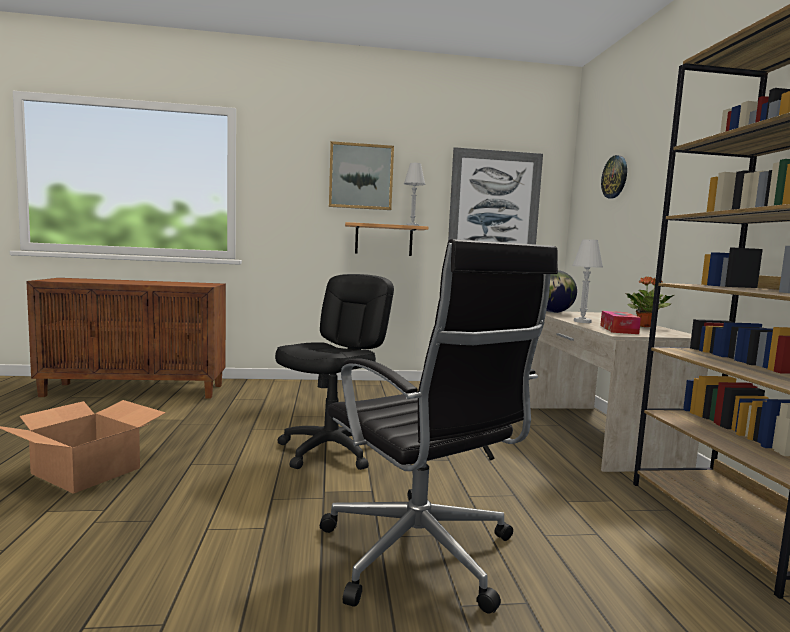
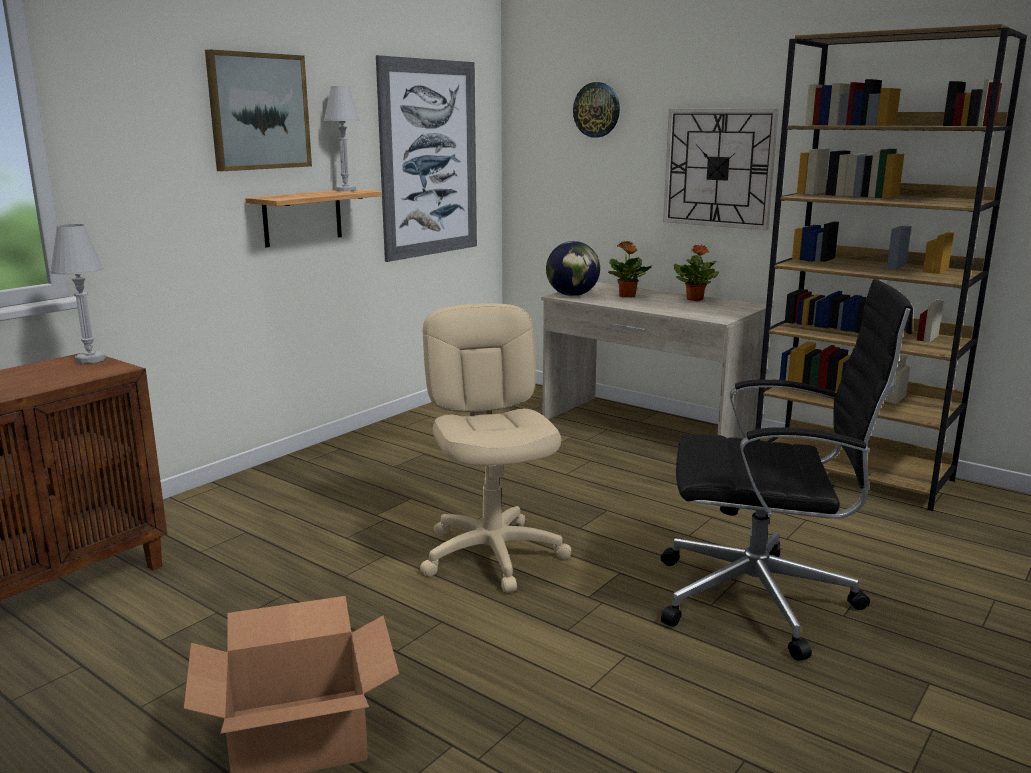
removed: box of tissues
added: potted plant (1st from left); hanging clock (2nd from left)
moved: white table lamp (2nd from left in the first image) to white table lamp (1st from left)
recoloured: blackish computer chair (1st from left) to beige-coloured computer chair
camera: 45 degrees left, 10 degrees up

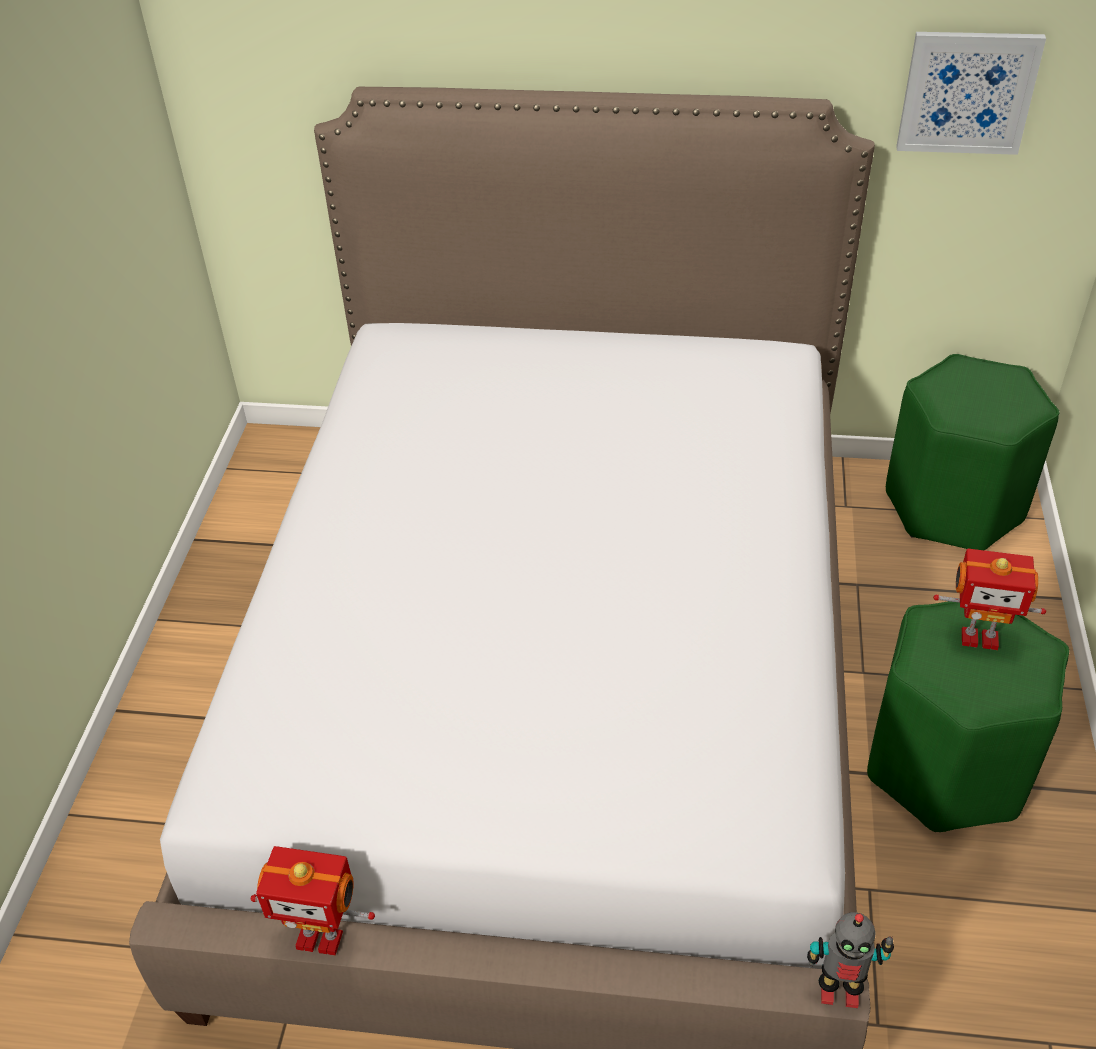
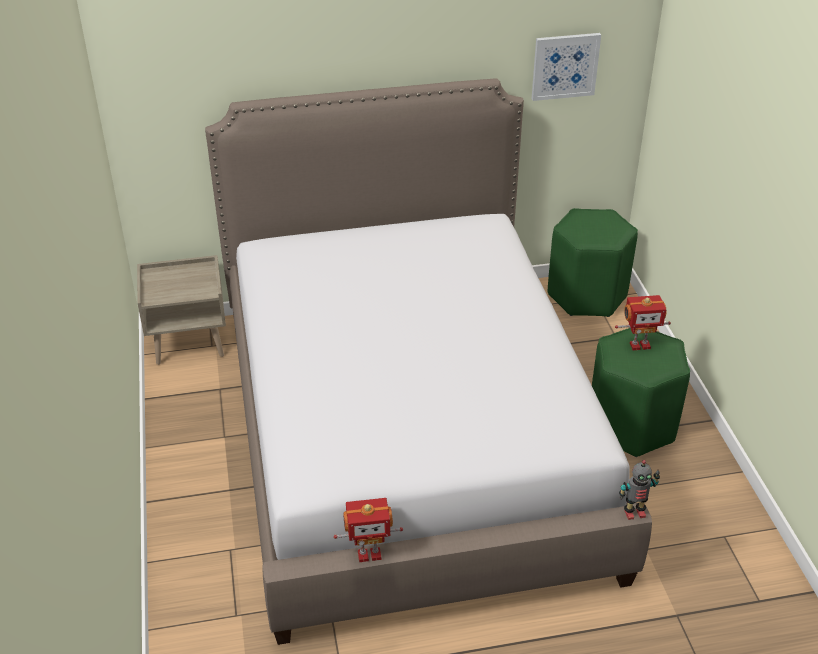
added: beige-coloured night table
camera: 20 degrees left, 5 degrees down

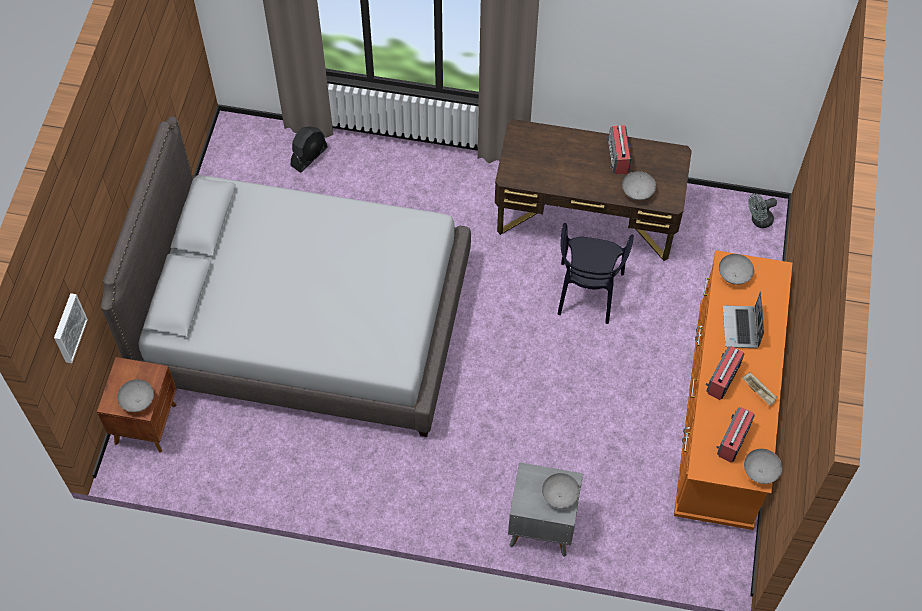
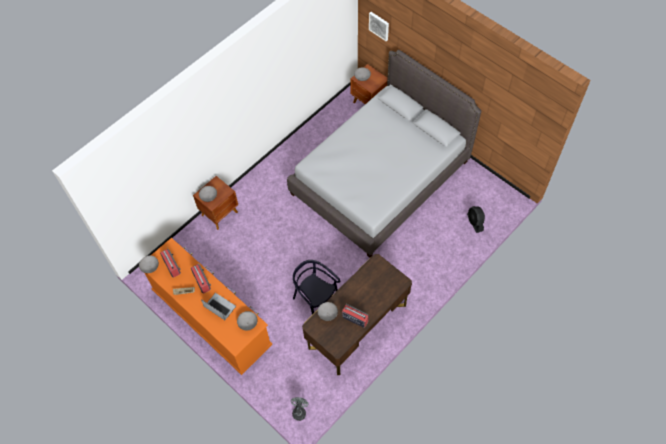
recoloured: grey night table to brownish night table (1st from left)
camera: 125 degrees right, 0 degrees up

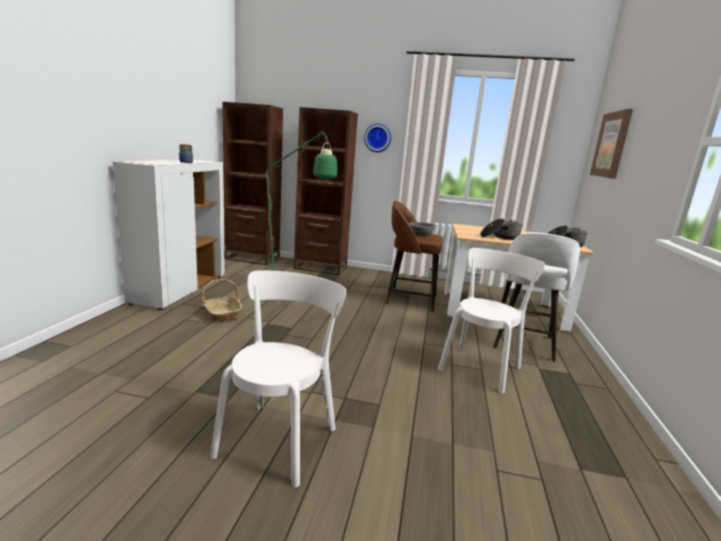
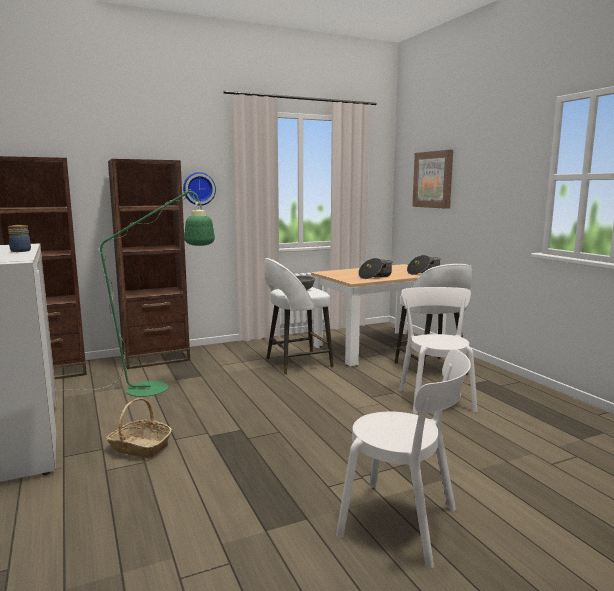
recoloured: brownish stool seat to white stool seat (1st from left)
turned: white plain chair (1st from left) 135 degrees clockwise
camera: 35 degrees left, 5 degrees down

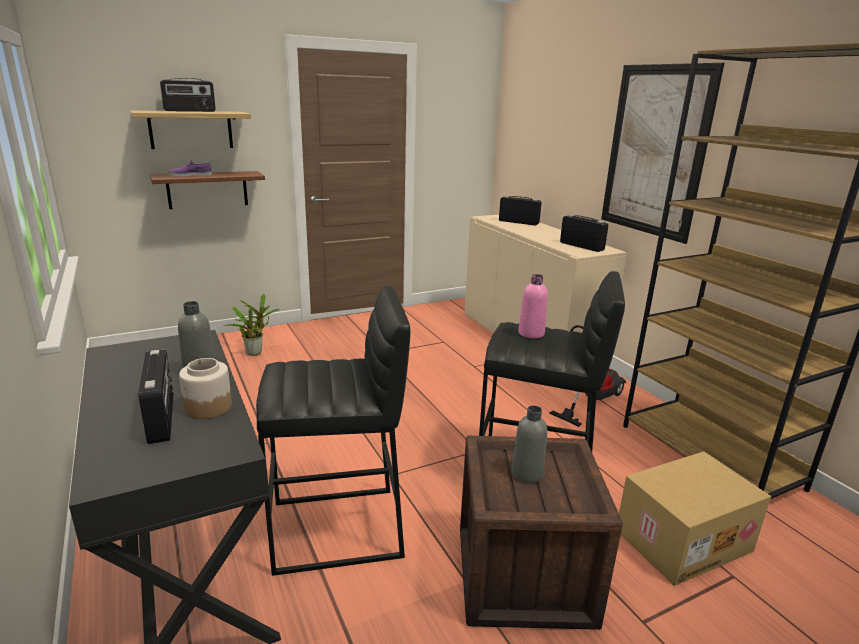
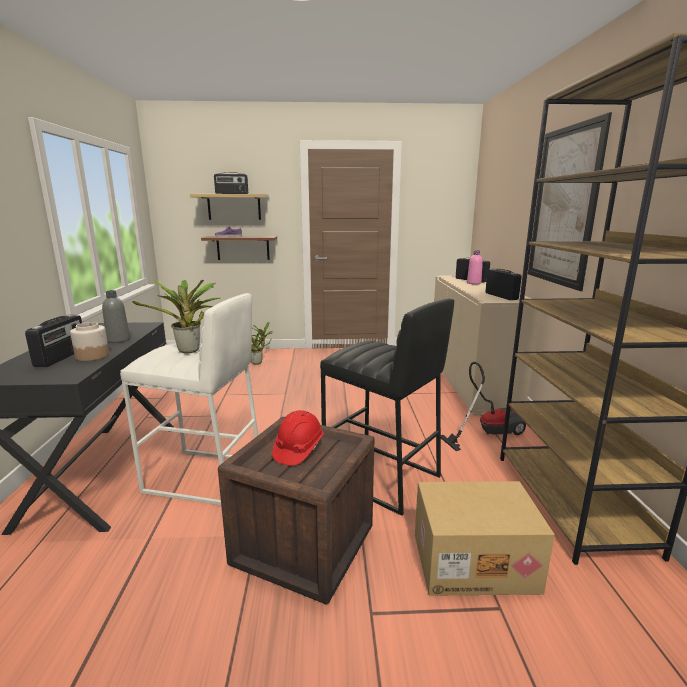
added: potted plant (1st from left)
moved: pink drink bottle
replaced: grey drink bottle (2nd from left) to reddish work helmet
recoloured: blackish stool seat (1st from left) to white stool seat
camera: 25 degrees right, 5 degrees down

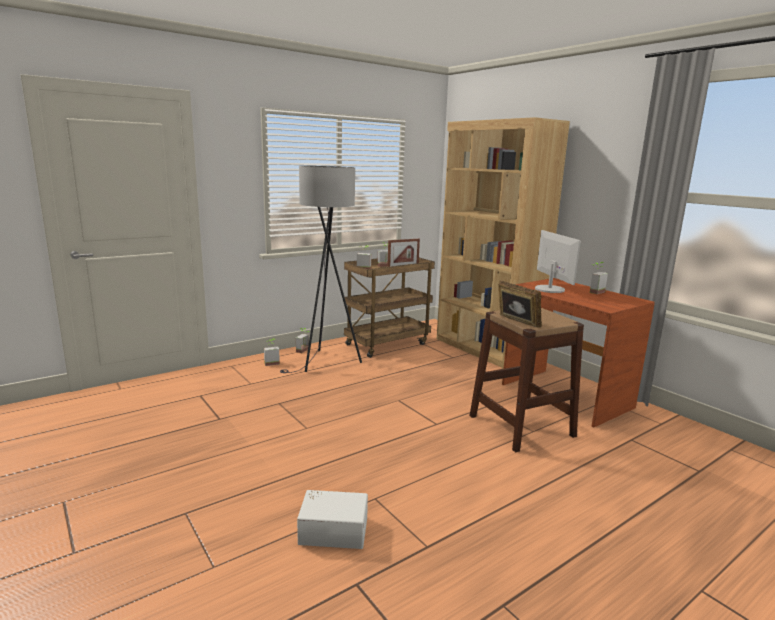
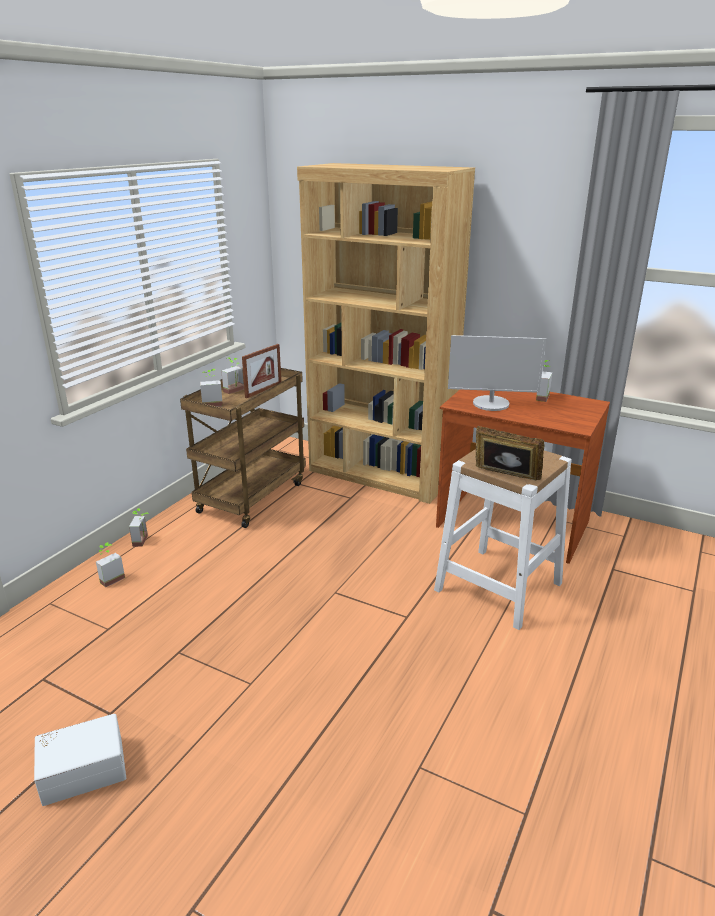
removed: grey standard lamp
moved: white storage bin
recoloured: brownish stool seat to white stool seat
turned: computer screen 135 degrees clockwise
camera: 25 degrees left, 10 degrees up

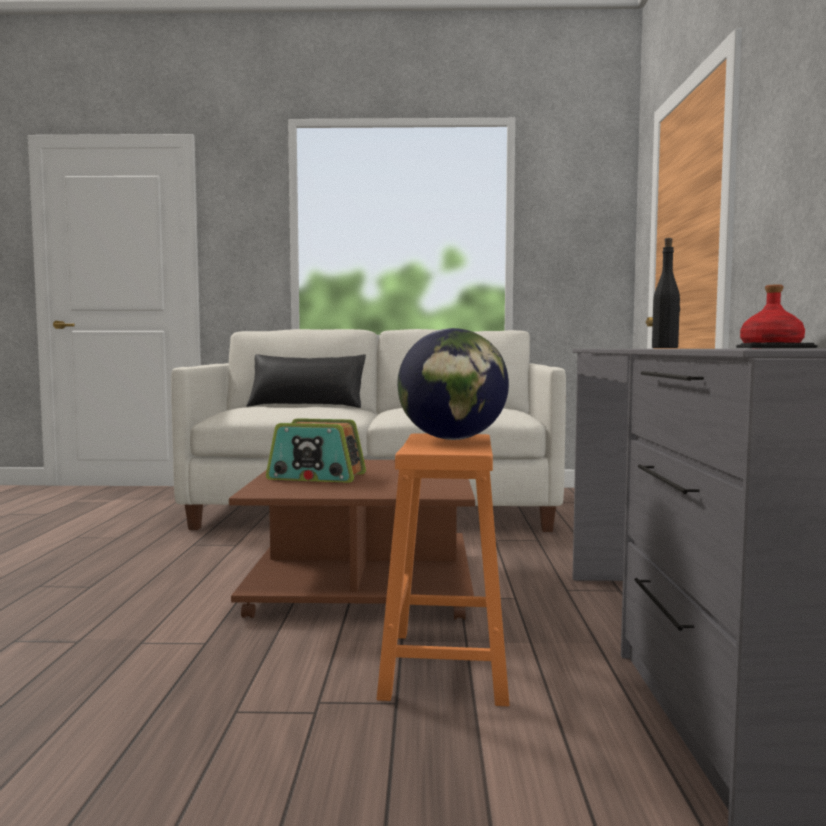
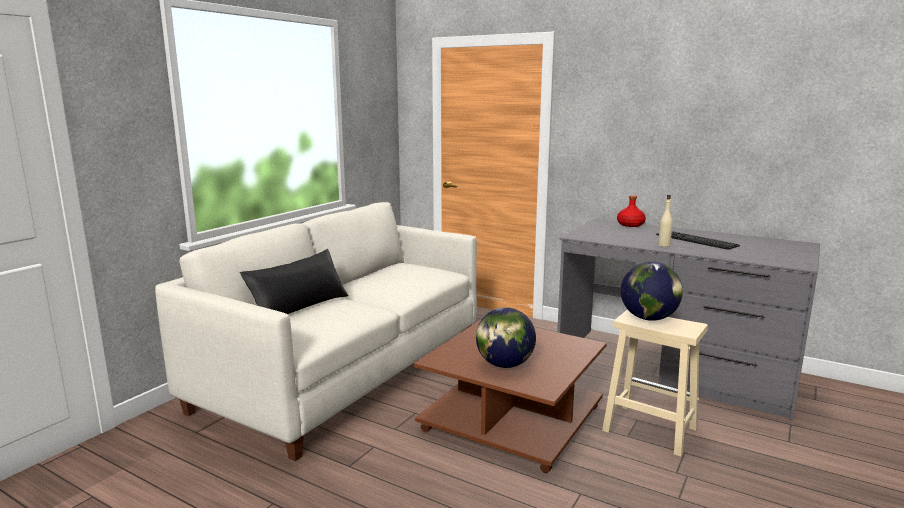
replaced: radio set to desk globe (1st from left)
recoloured: orange stool seat to beige-coloured stool seat; blackish drink bottle to beige-coloured drink bottle
camera: 60 degrees left, 10 degrees up

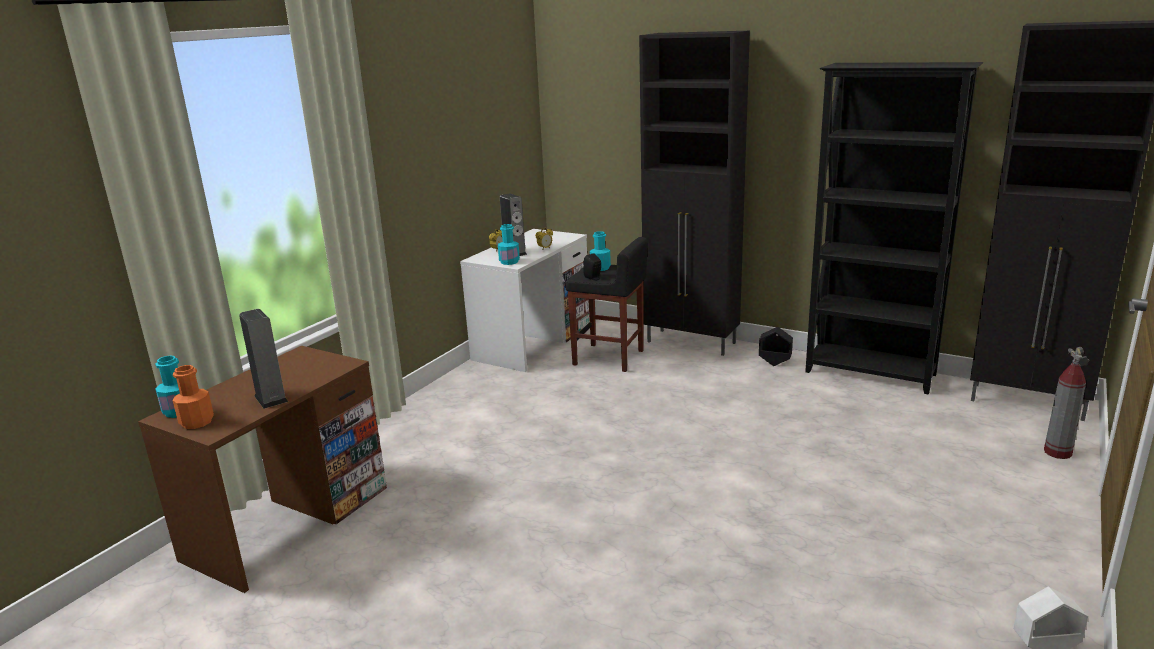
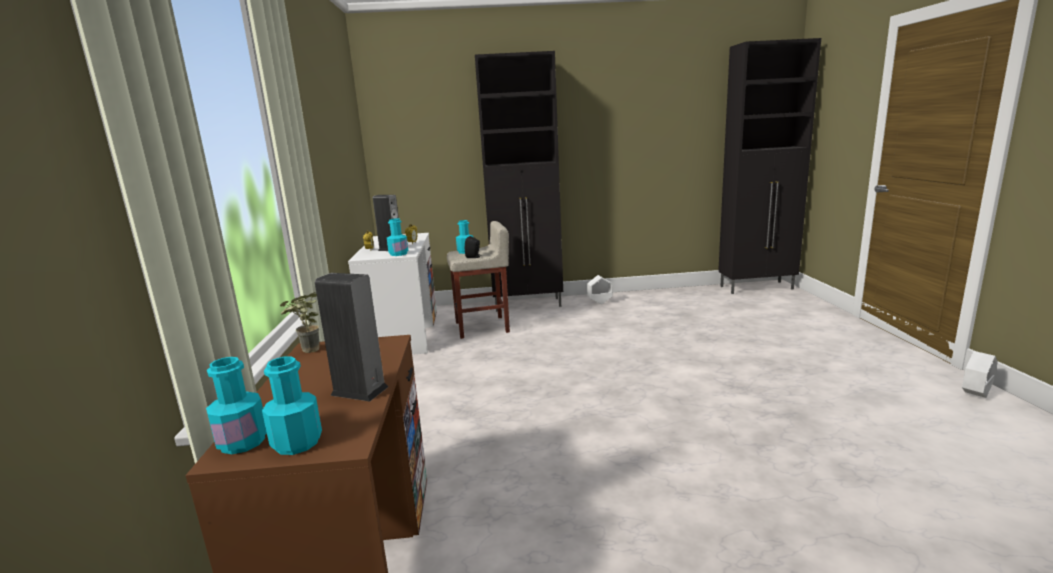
removed: blackish bookshelf; fire extinguisher
added: potted plant
recoloured: orange drink bottle to blue-green drink bottle (2nd from left); blackish stool seat to beige-coloured stool seat; blackish flower pot to white flower pot (1st from left)
camera: 35 degrees left, 5 degrees down

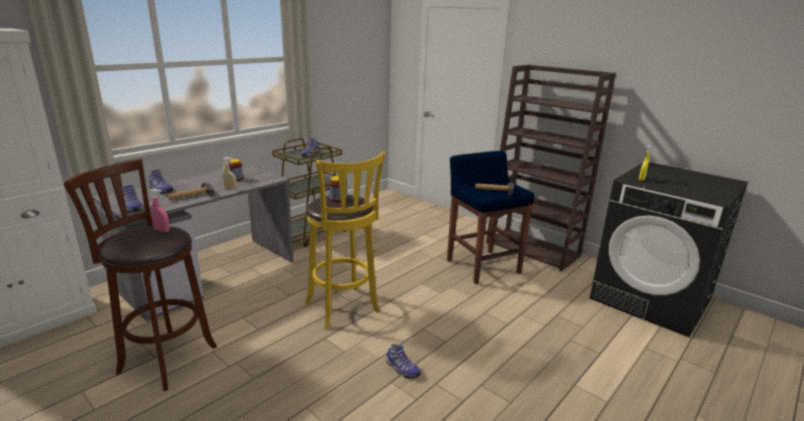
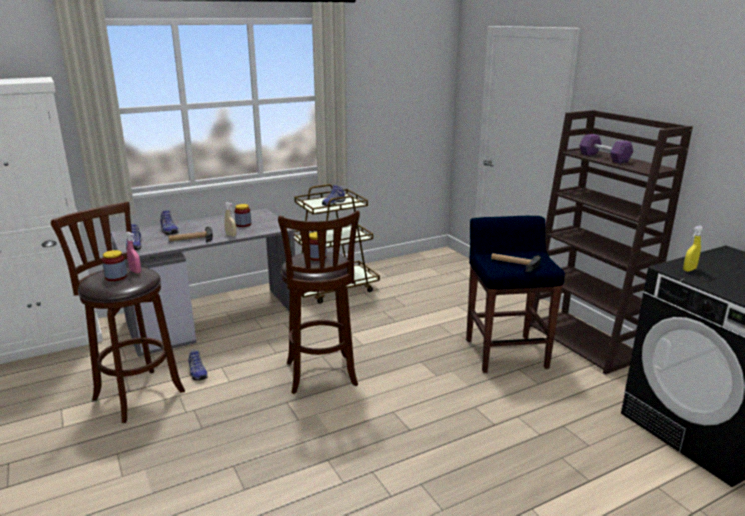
added: preserve jar (1st from left); purplish hand weight
moved: item of footwear (4th from left in the first image) to item of footwear (3rd from left)
recoloured: yellowish stool seat to brownish stool seat (2nd from left)
camera: 20 degrees right, 0 degrees up

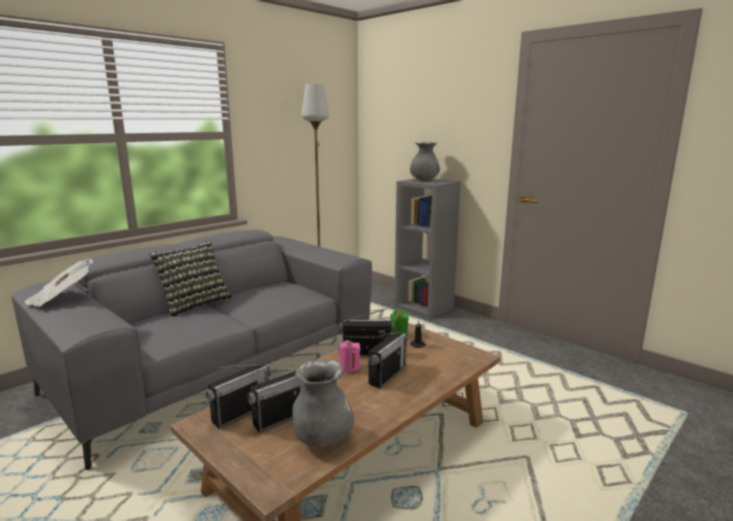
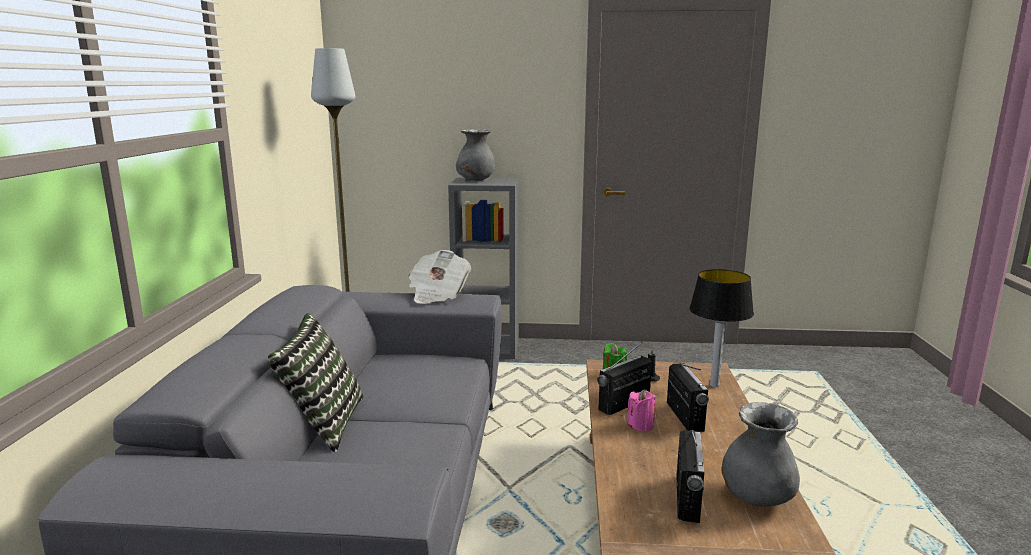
removed: radio set (1st from left)
added: table lamp
moved: printed paper
camera: 40 degrees left, 0 degrees up

